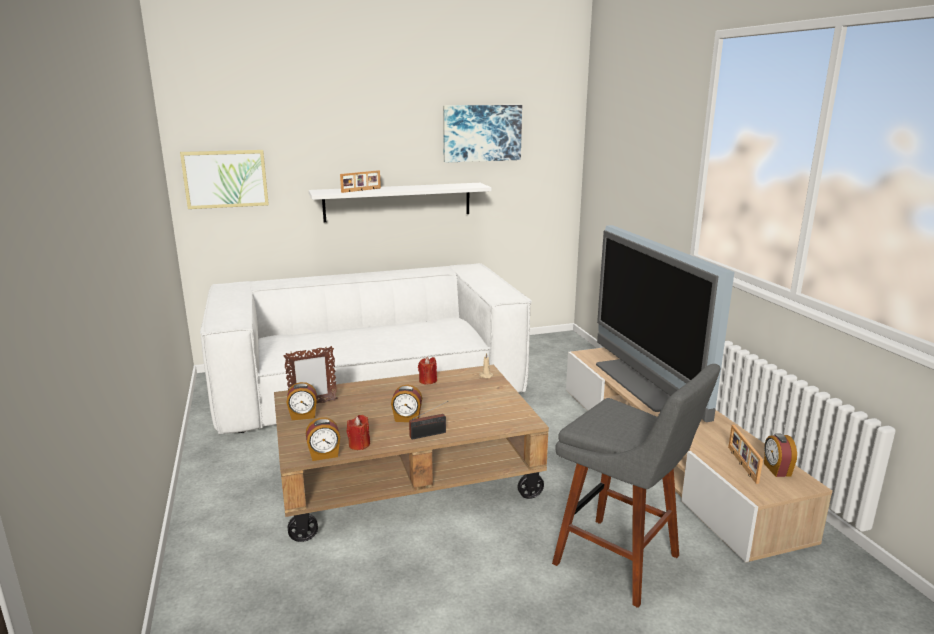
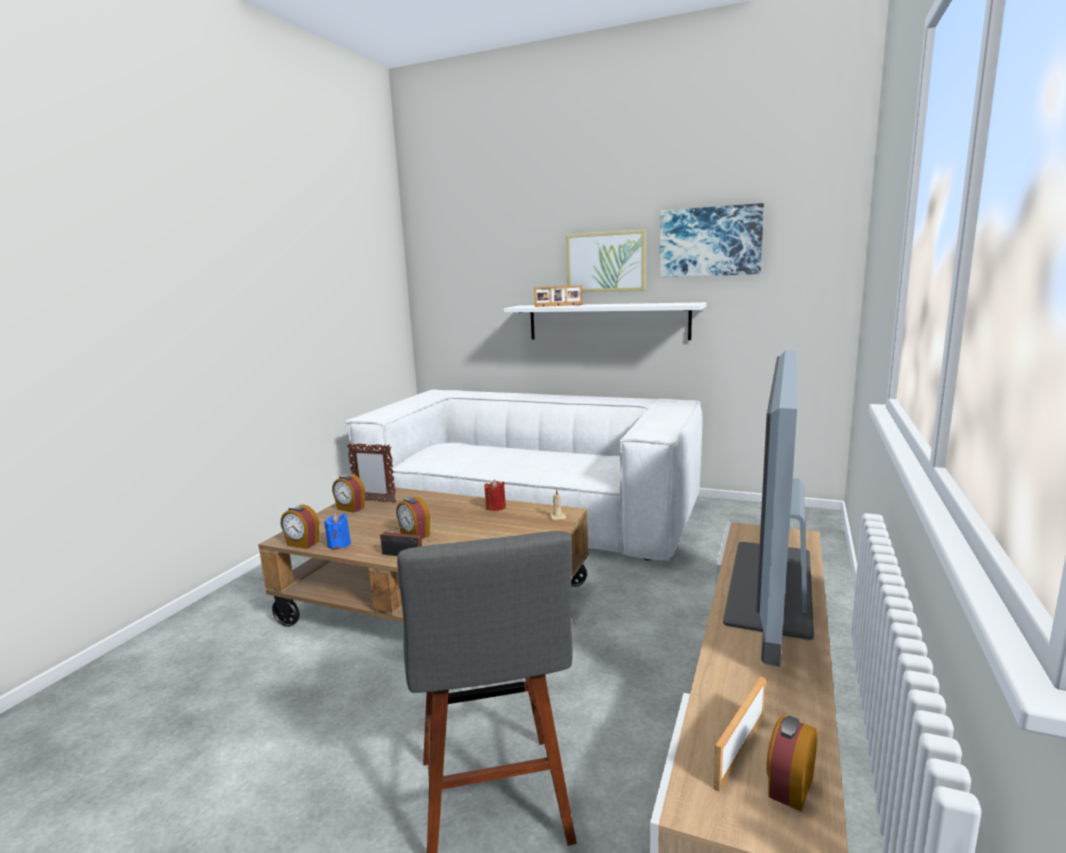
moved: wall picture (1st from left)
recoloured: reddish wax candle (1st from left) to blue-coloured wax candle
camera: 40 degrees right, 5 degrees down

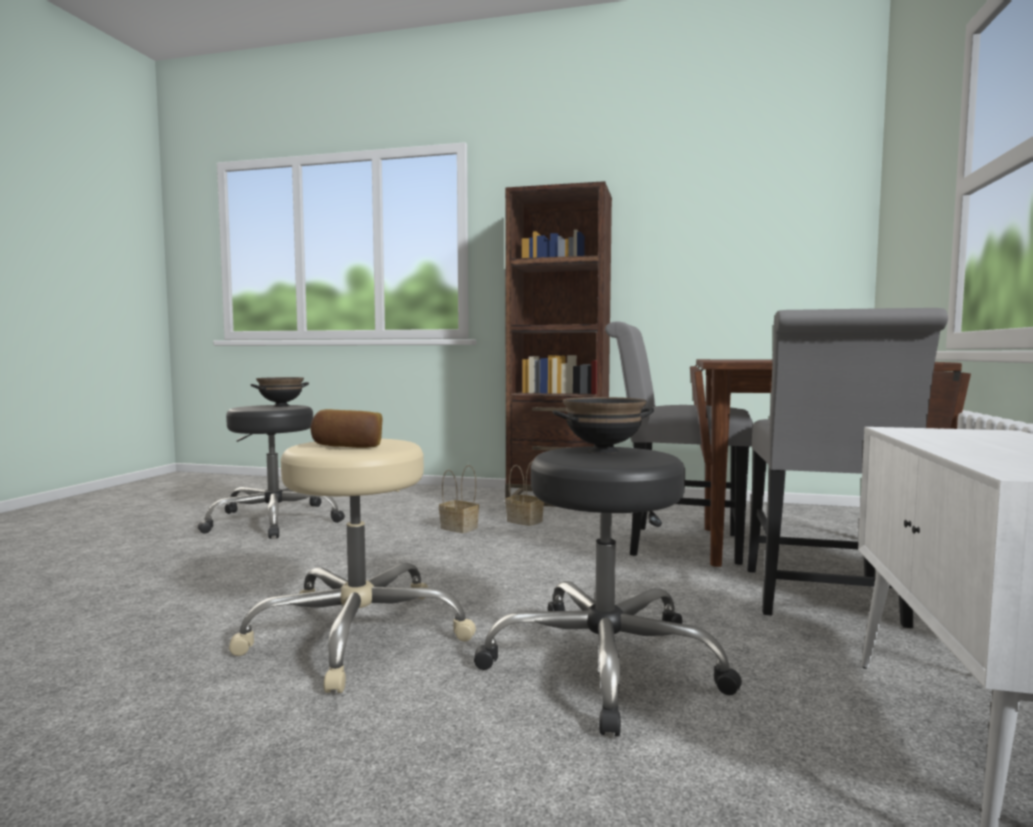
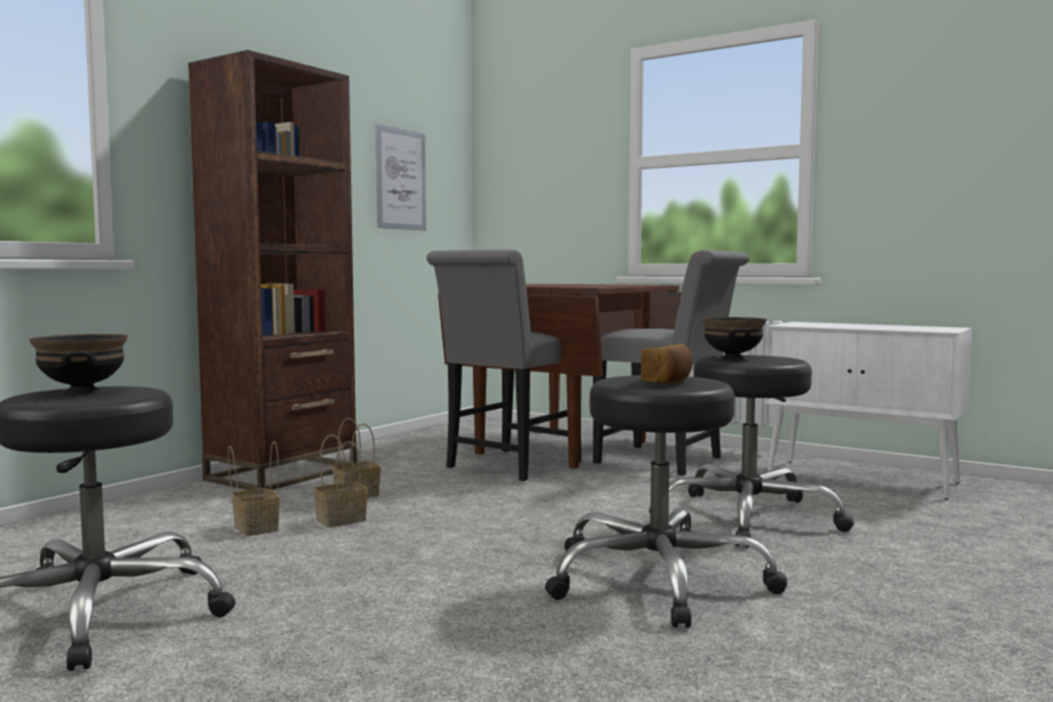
added: household basket (1st from left); wall picture
recoloured: beige-coloured stool seat to blackish stool seat (2nd from left)
camera: 70 degrees left, 0 degrees up

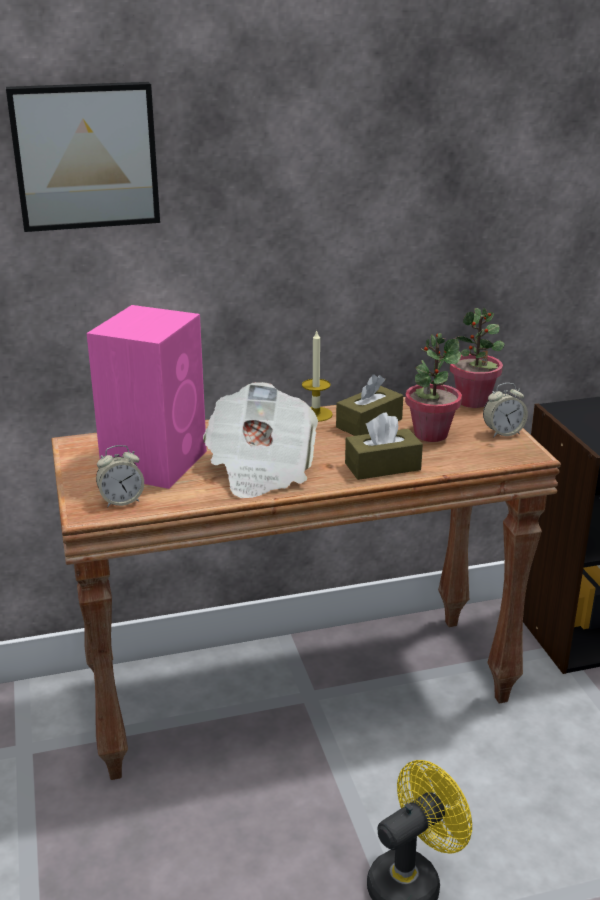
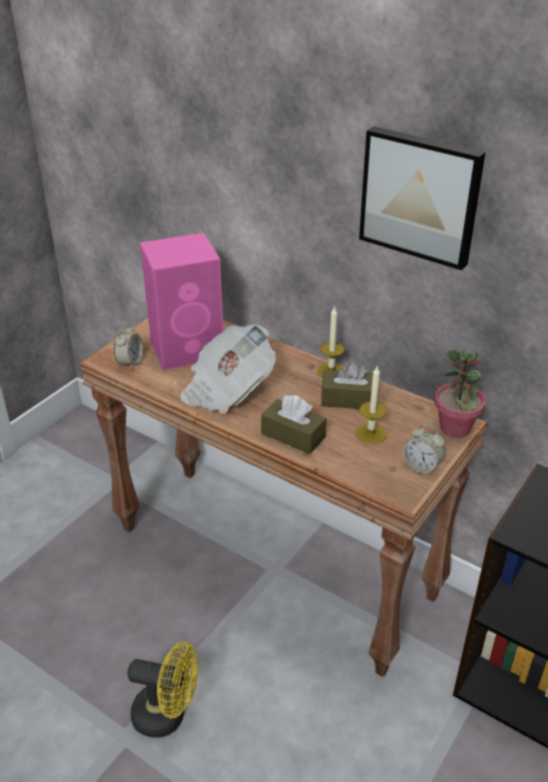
moved: wall picture
replaced: potted plant (1st from left) to wax candle (2nd from left)
turned: alarm clock (1st from left) 105 degrees counterclockwise
camera: 50 degrees right, 10 degrees up

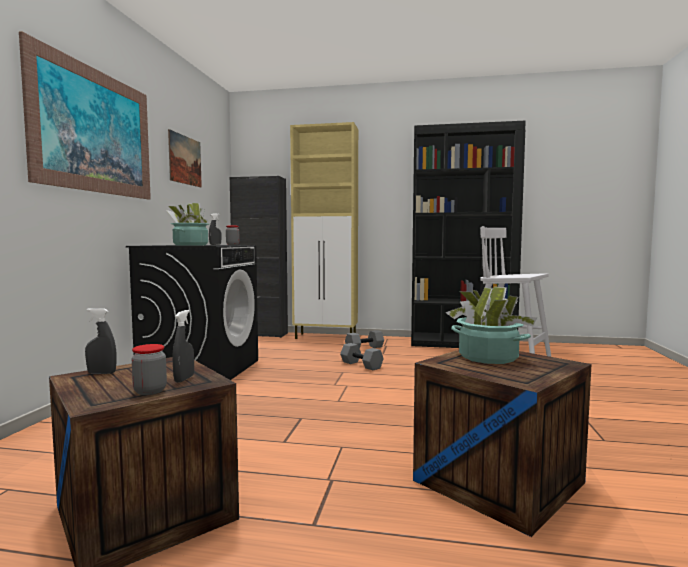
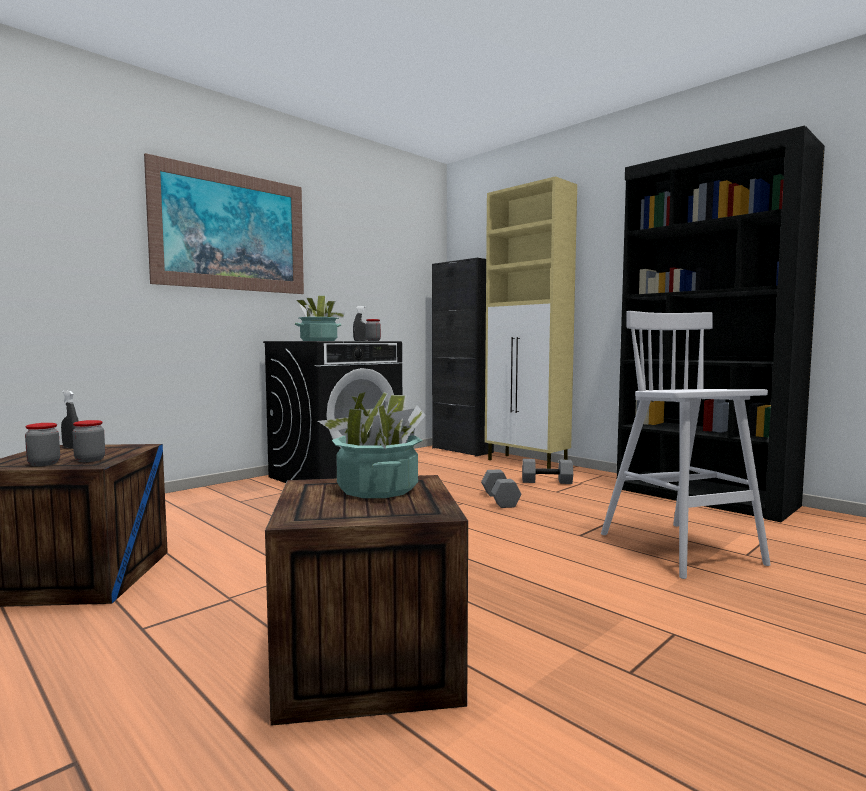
removed: wall picture (2nd from left)
replaced: grey sprayer (2nd from left) to preserve jar (2nd from left)
camera: 35 degrees right, 0 degrees up

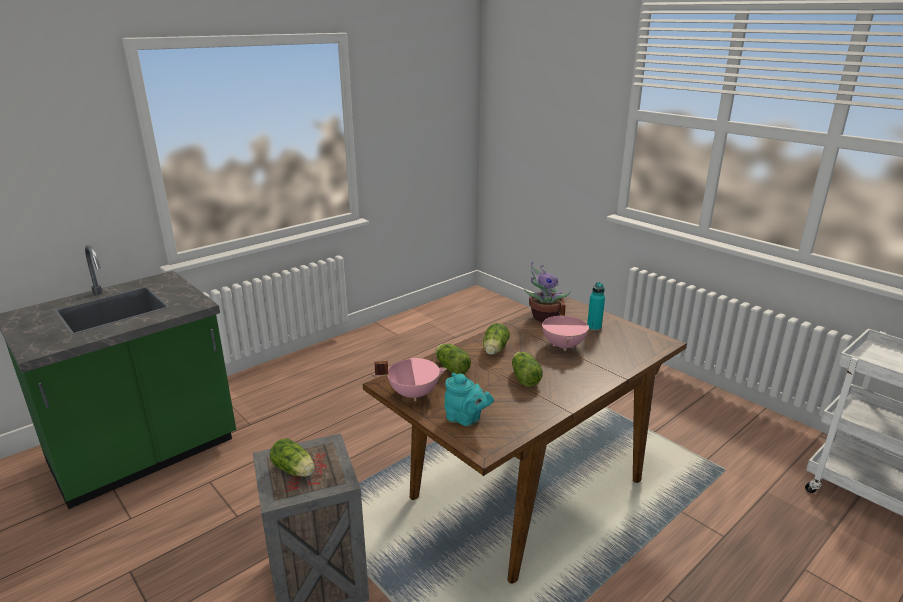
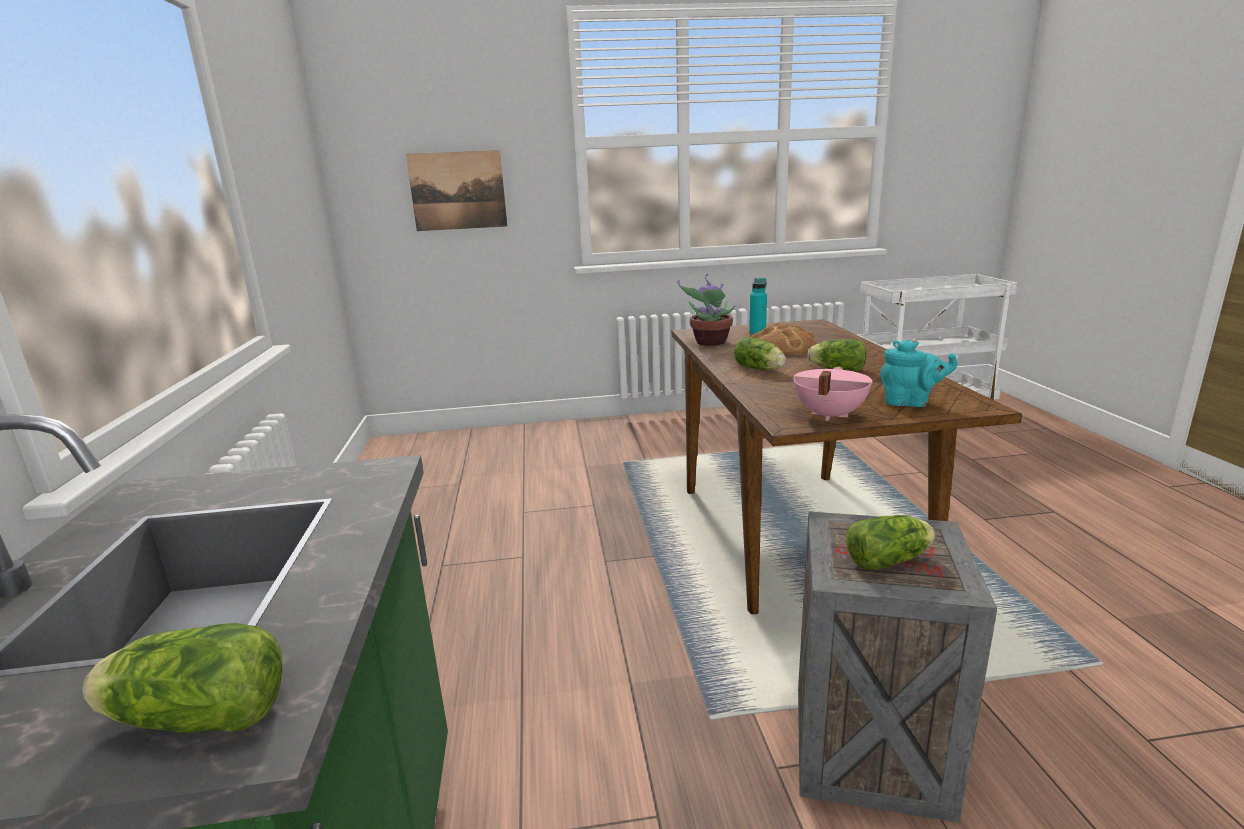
added: wall picture
moved: lettuce head (2nd from left in the first image) to lettuce head (1st from left)
replaced: pink cooking pot (2nd from left) to bread
turned: blue-green pot for tea 45 degrees clockwise
camera: 55 degrees left, 5 degrees down

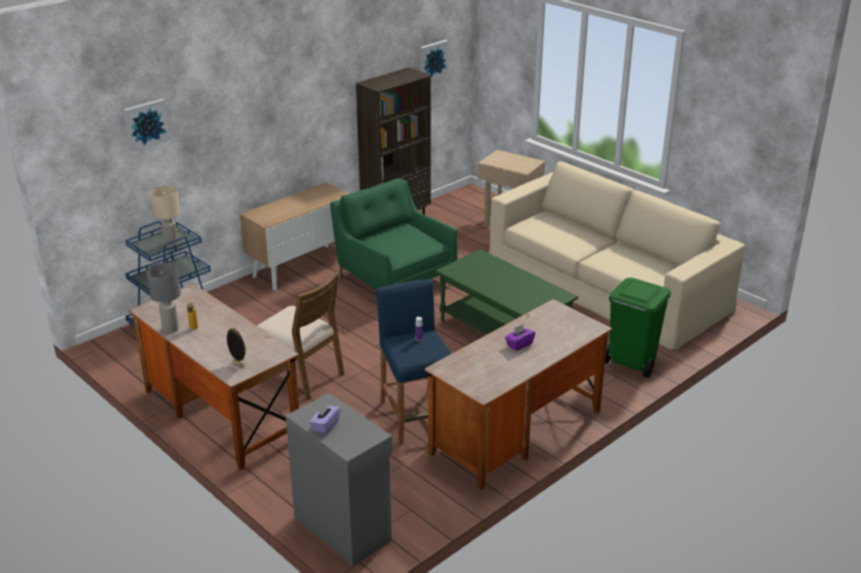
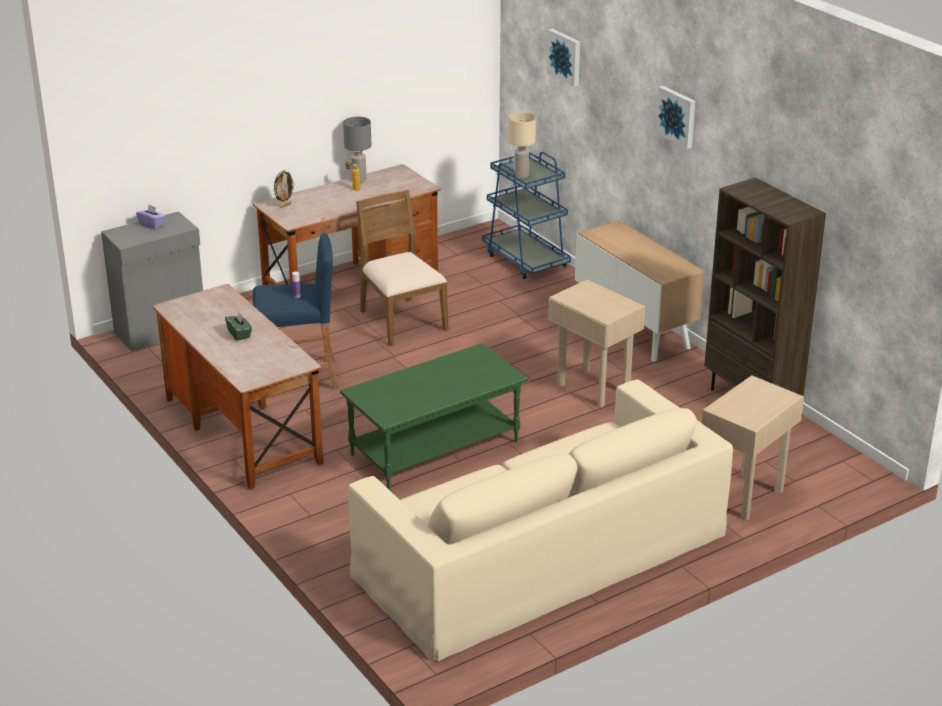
removed: green trash can
moved: wall picture (2nd from left)
replaced: green lounge chair to beige-coloured side table (1st from left)
recoloured: purplish box of tissues (2nd from left) to green box of tissues
turned: brownish plain chair 105 degrees clockwise
camera: 100 degrees right, 0 degrees up

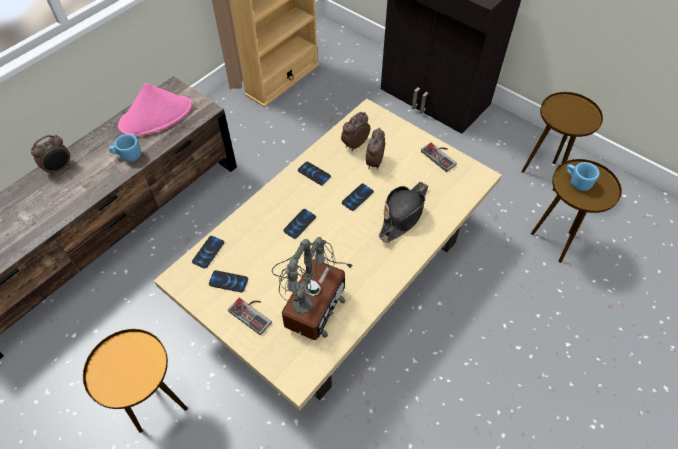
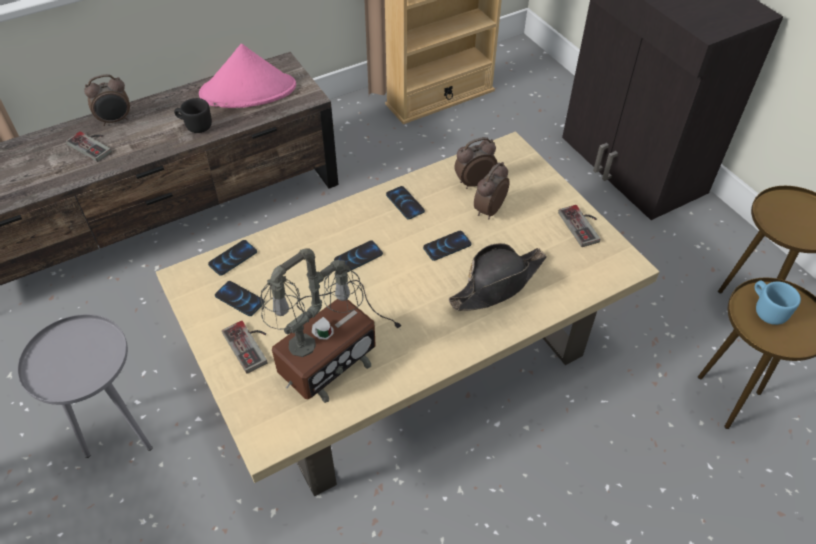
added: joypad (1st from left)
recoloured: brownish side table (1st from left) to grey side table; blue-coloured coffee mug (1st from left) to blackish coffee mug
camera: 20 degrees right, 5 degrees down

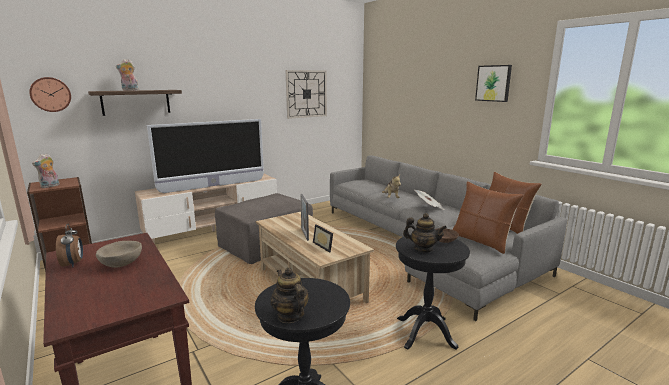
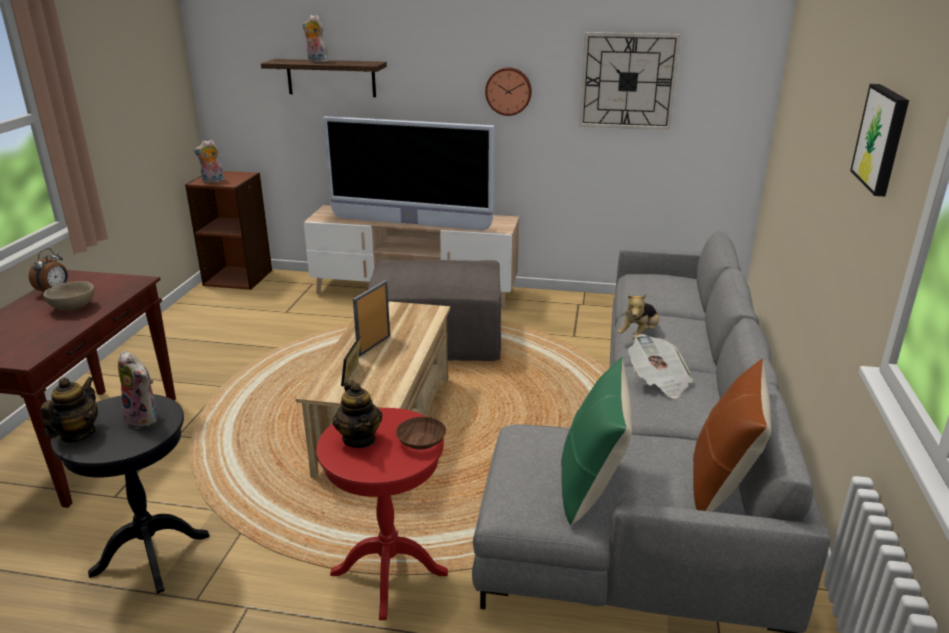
added: soft toy (1st from left)
moved: hanging clock (1st from left)
recoloured: blackish side table (2nd from left) to reddish side table; brownish pillow (1st from left) to green pillow
camera: 45 degrees right, 10 degrees up

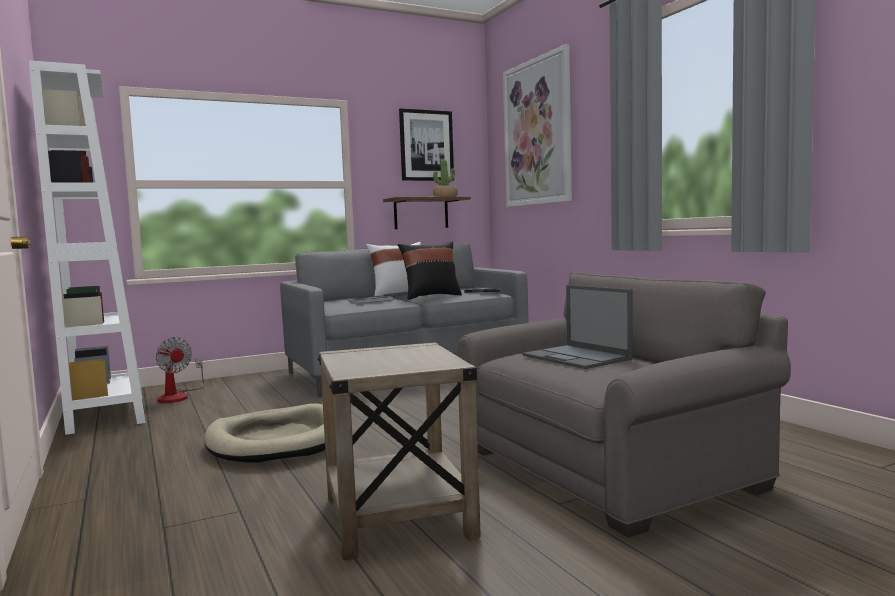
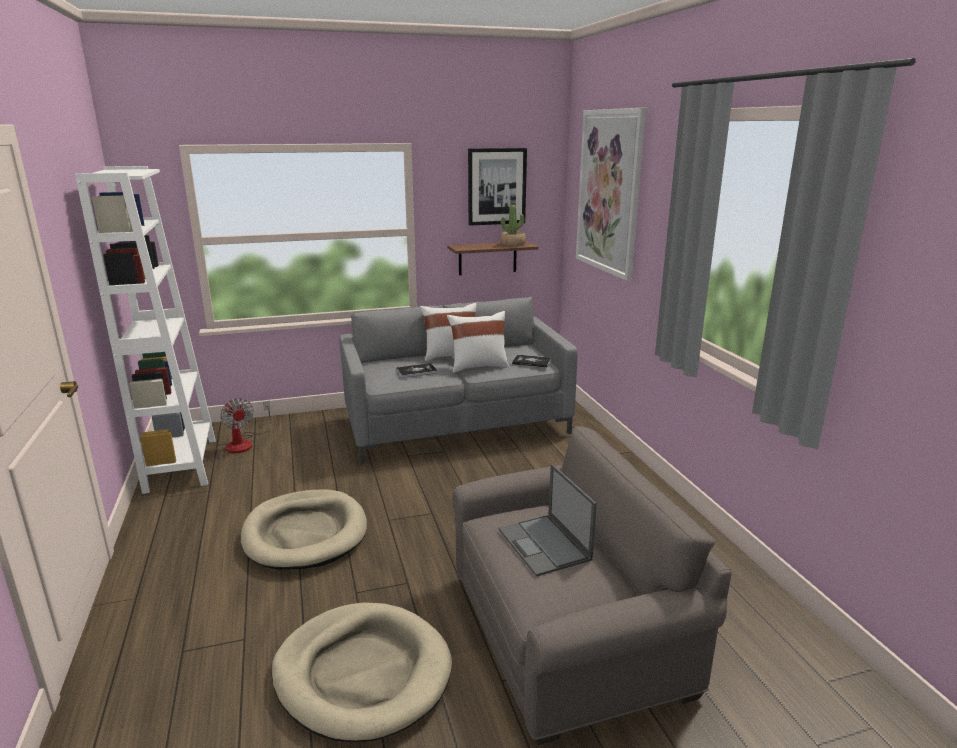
replaced: beige-coloured side table to beige-coloured pet bed (2nd from left)
recoloured: blackish pillow to white pillow (2nd from left)
camera: 10 degrees right, 15 degrees up

